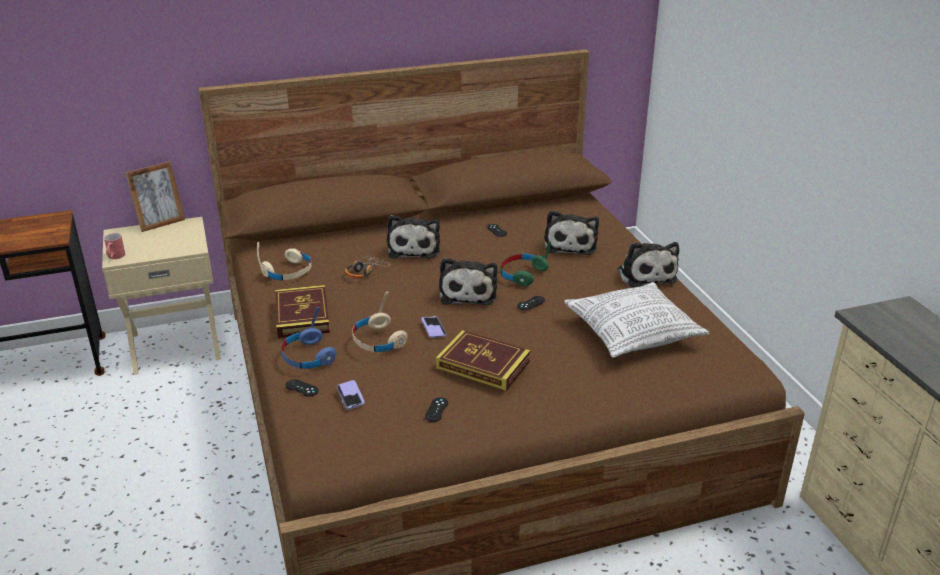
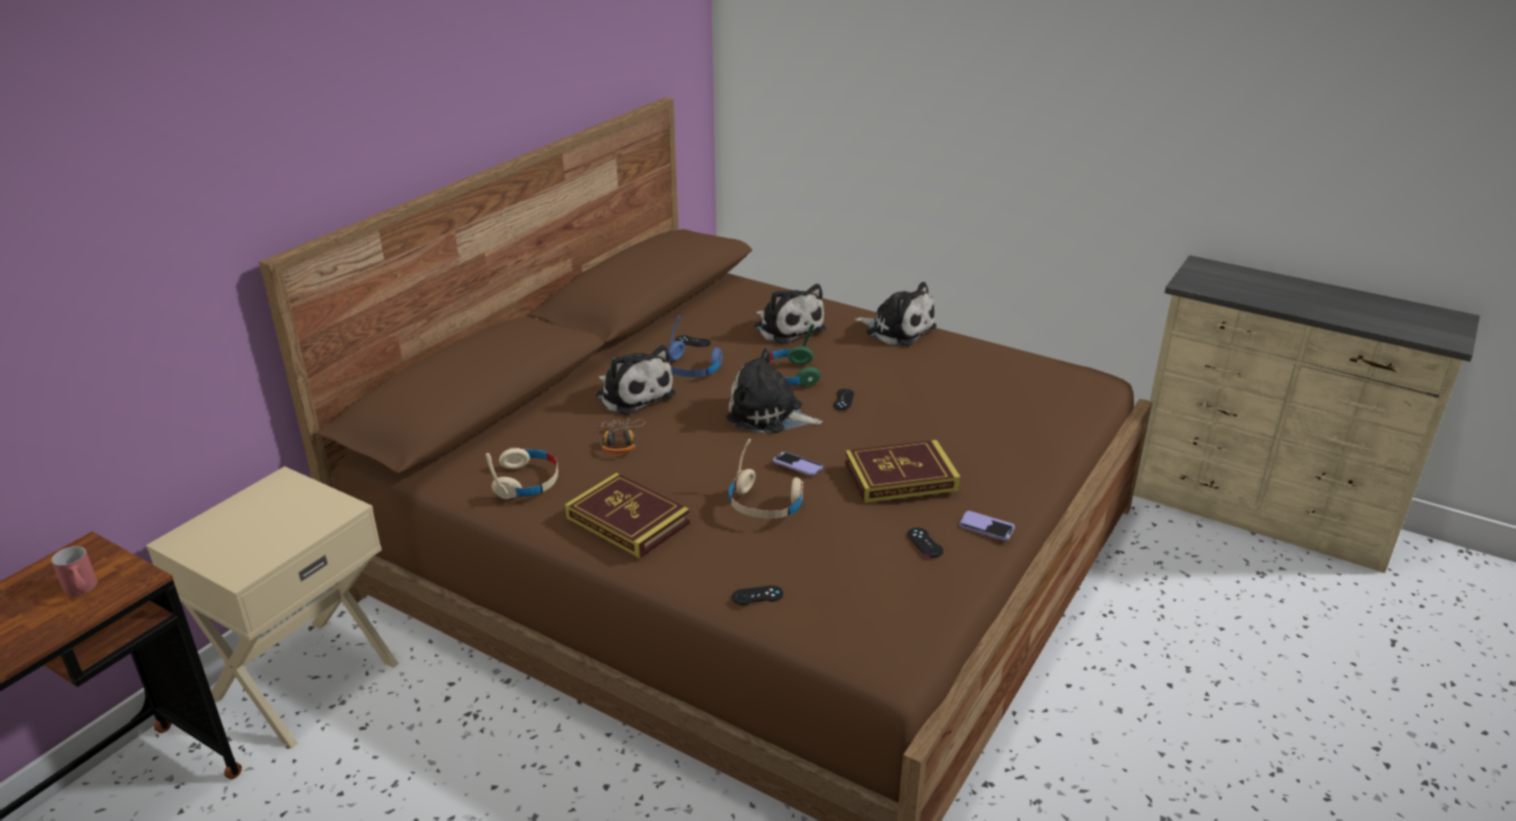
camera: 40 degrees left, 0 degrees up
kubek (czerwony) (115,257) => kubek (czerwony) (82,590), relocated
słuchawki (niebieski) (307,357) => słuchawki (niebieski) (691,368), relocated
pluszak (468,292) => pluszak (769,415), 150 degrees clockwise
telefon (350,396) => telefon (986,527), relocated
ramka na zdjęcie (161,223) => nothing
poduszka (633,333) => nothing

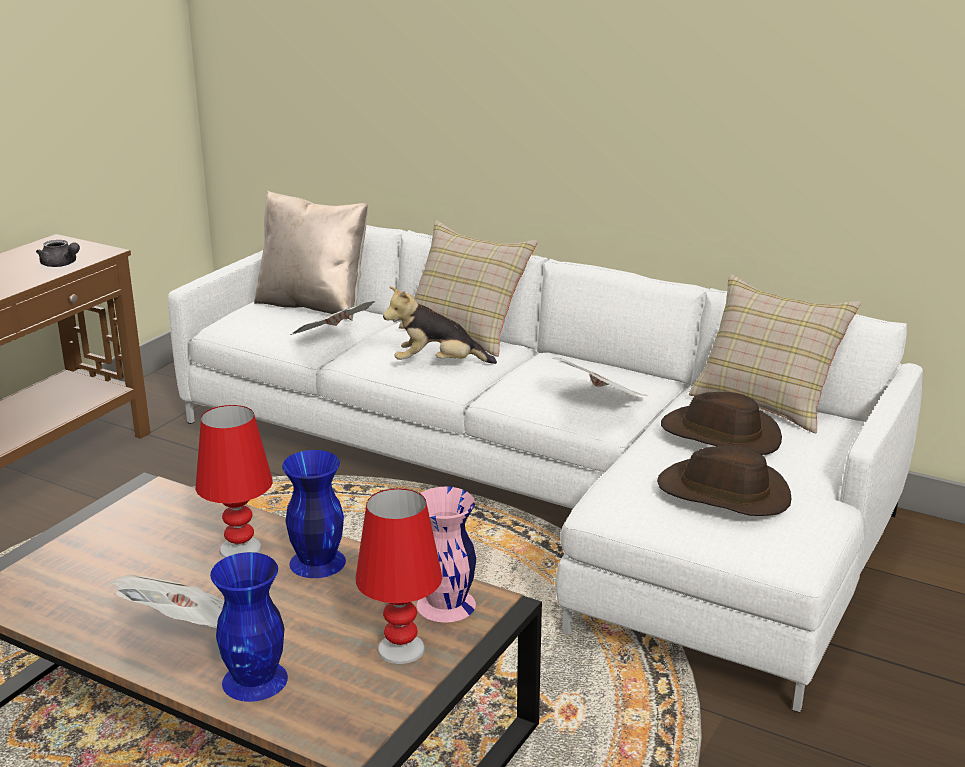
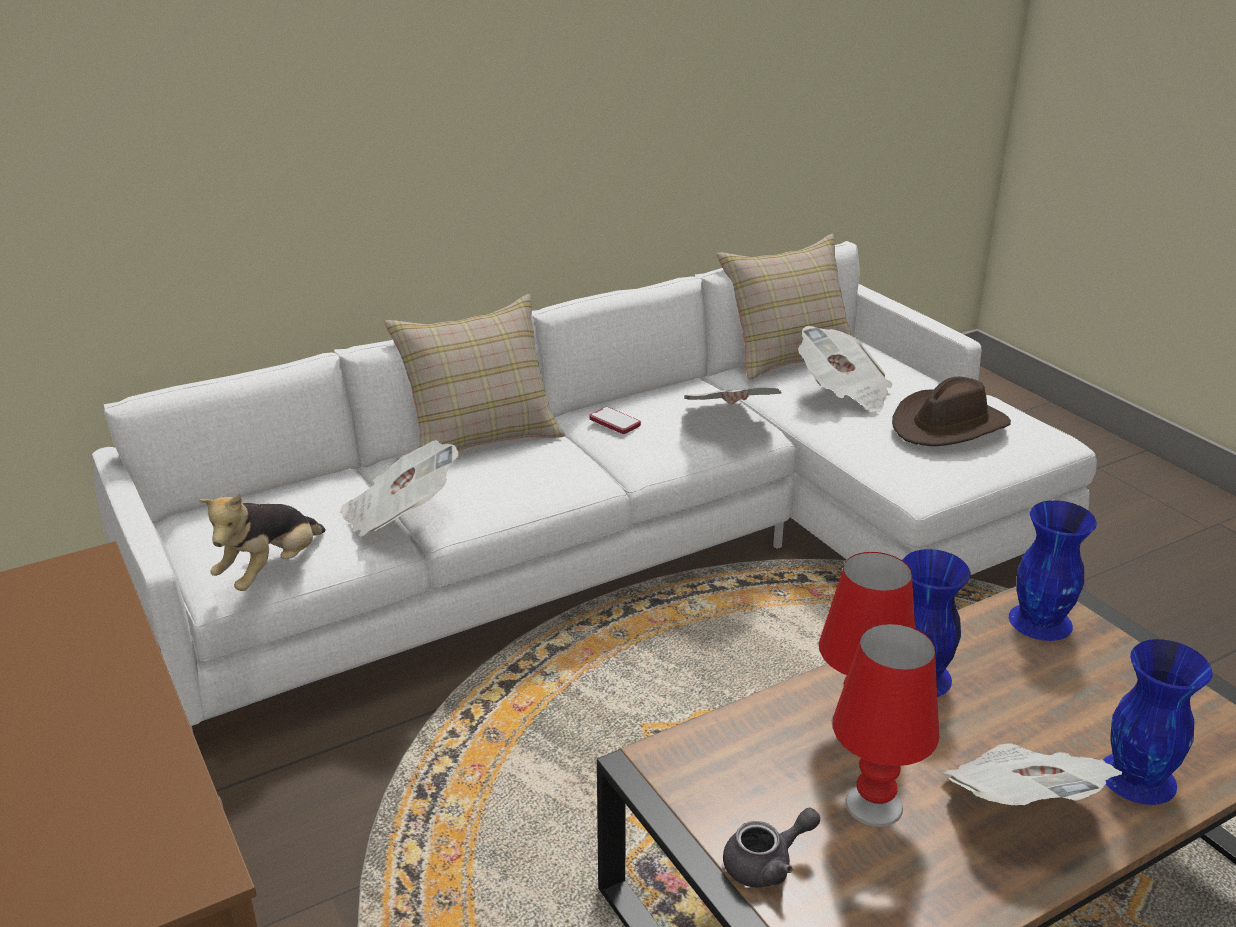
camera: 60 degrees left, 5 degrees up
pluszak (437,364) => pluszak (271,571), relocated
nothing => telefon (614,422)
imbryk (szary) (61,265) => imbryk (szary) (767,864), relocated
kapelusz (brązowy) (720,436) => gazeta (844,393)
lampa stołowa (czerwony) (400,649) => lampa stołowa (czerwony) (873,805), relocated
wazon (różowy) (445,605) => wazon (niebieski) (1041,622)
poduszka (beżowy) (313,305) => nothing

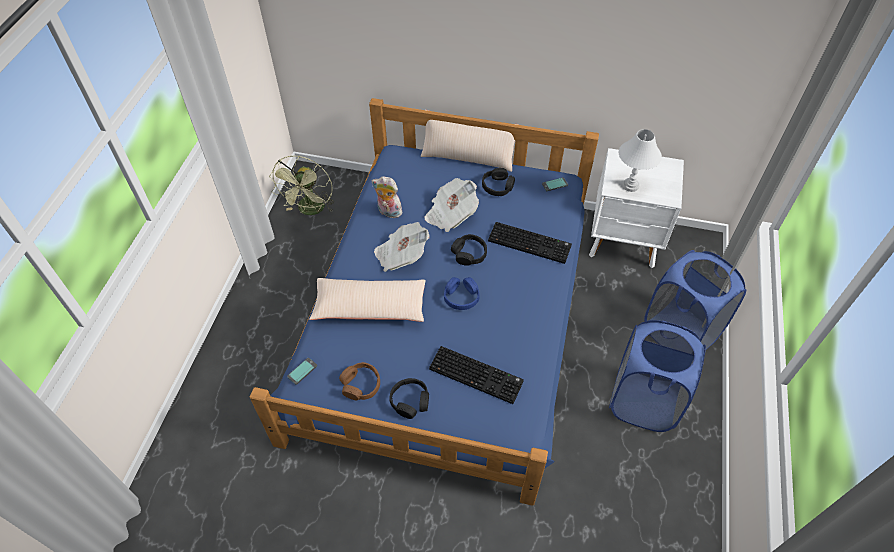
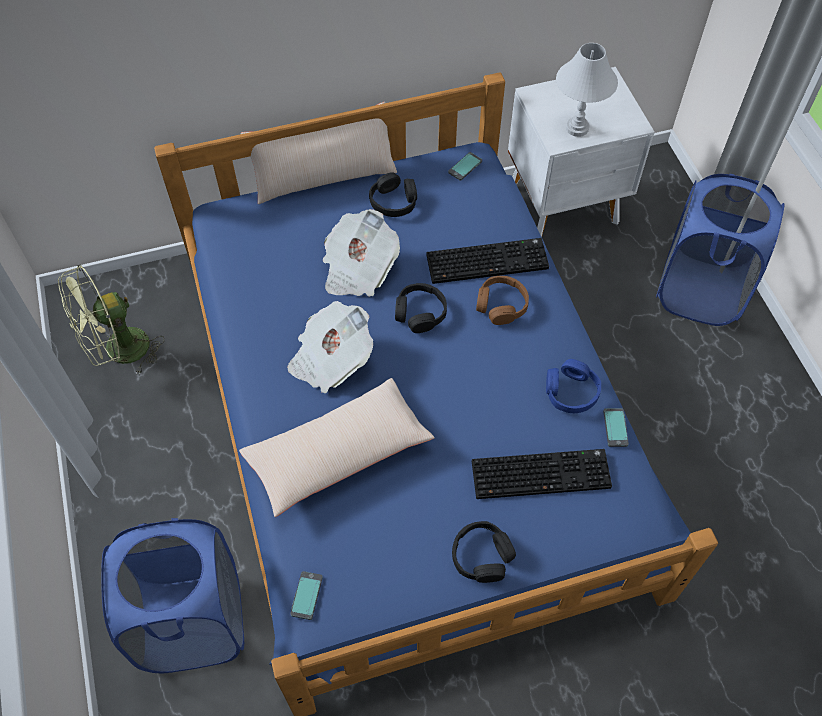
camera: 30 degrees left, 5 degrees up
wentylator (zielony) (310,210) => wentylator (zielony) (119,352), 75 degrees clockwise
kosz na pranie (niebieski) (643,401) => kosz na pranie (niebieski) (193,624), relocated
słuchawki (brązowy) (361,385) => słuchawki (brązowy) (501,305), relocated
słuchawki (niebieski) (461,297) => słuchawki (niebieski) (571,392), relocated
nothing => telefon (615,428)
pluszak (388,212) => nothing

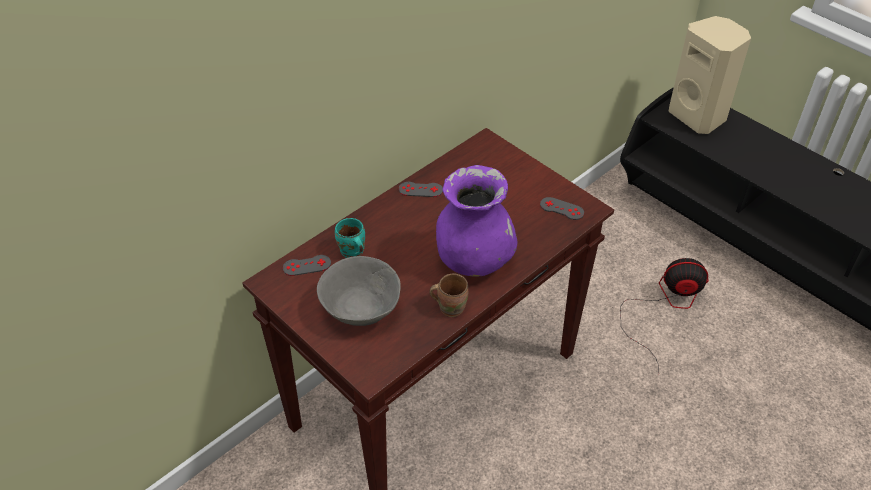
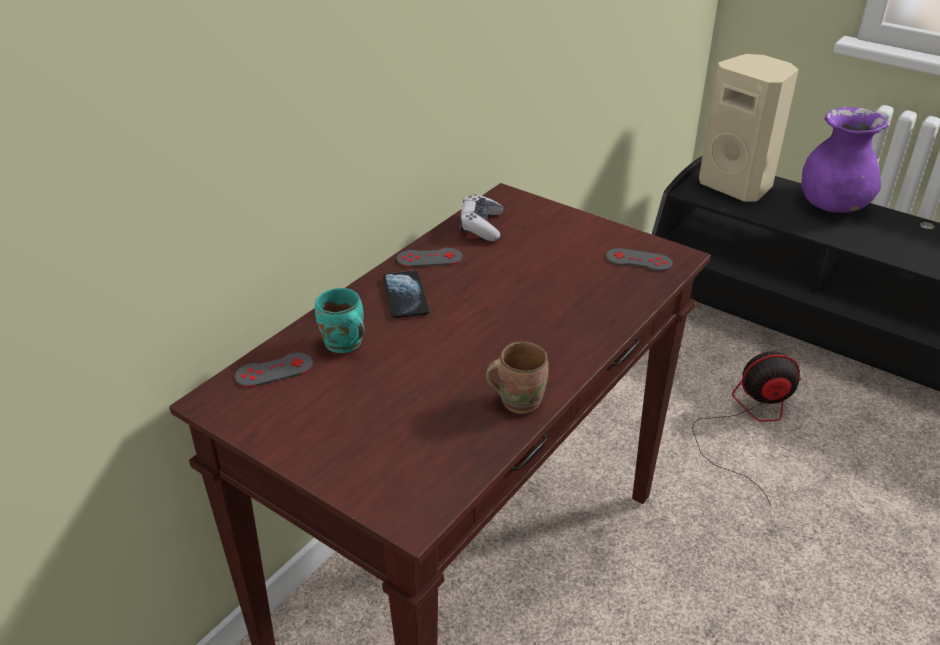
camera: 10 degrees left, 10 degrees down
nothing => telefon (405,296)
nothing => pad do gier (481,226)
wazon (fioletowy) (473,259) => wazon (fioletowy) (832,206), relocated
miska (szary) (359,309) => nothing

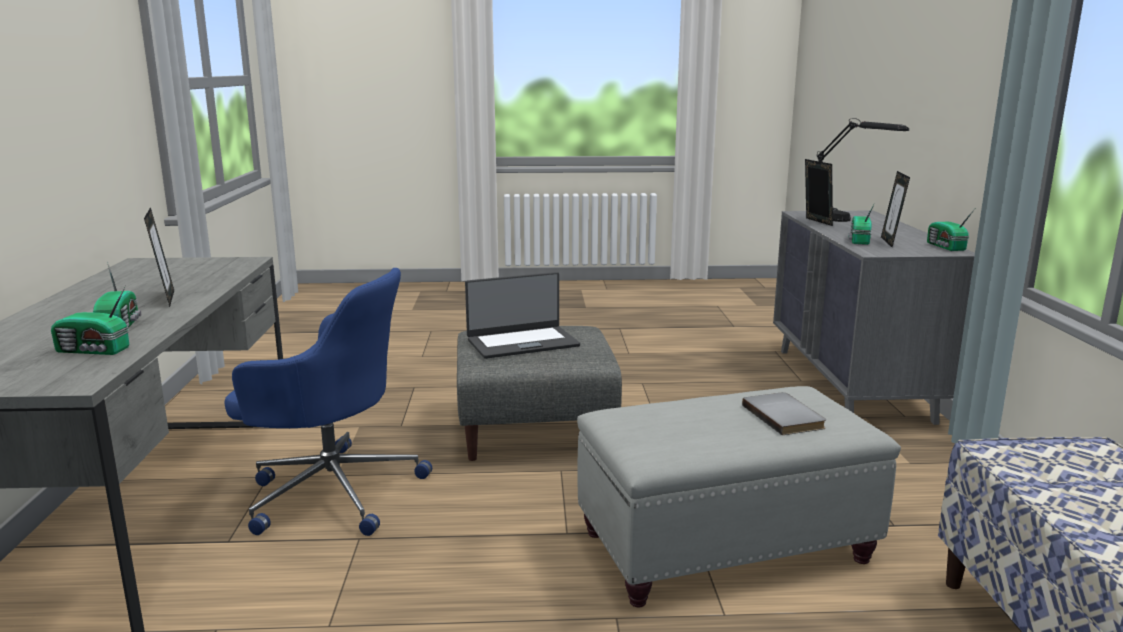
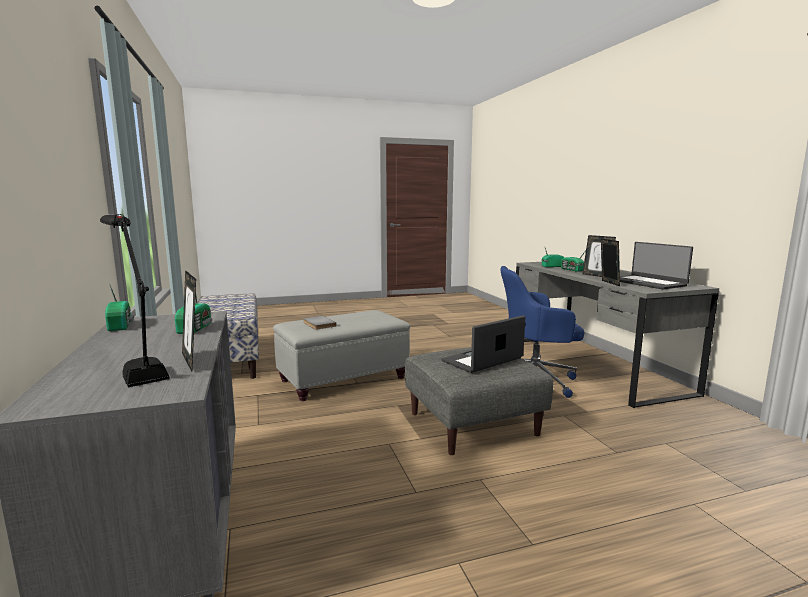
camera: 165 degrees right, 5 degrees down
ramka na zdjęcie (890,242) => ramka na zdjęcie (608,283), relocated
nothing => laptop (647,283)

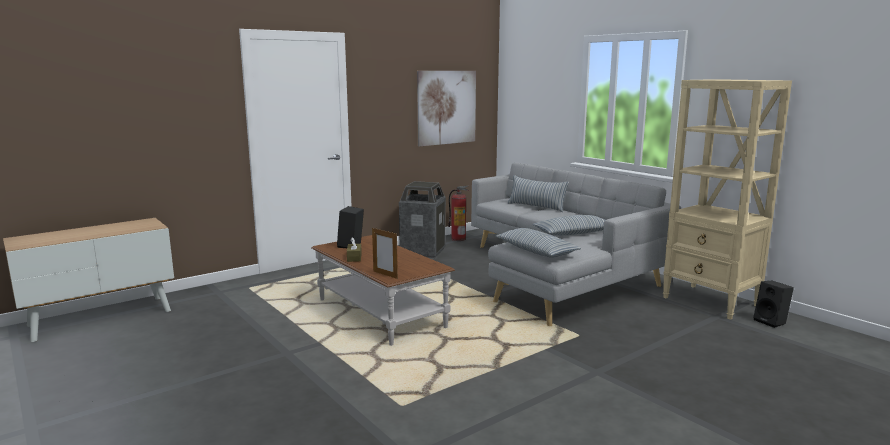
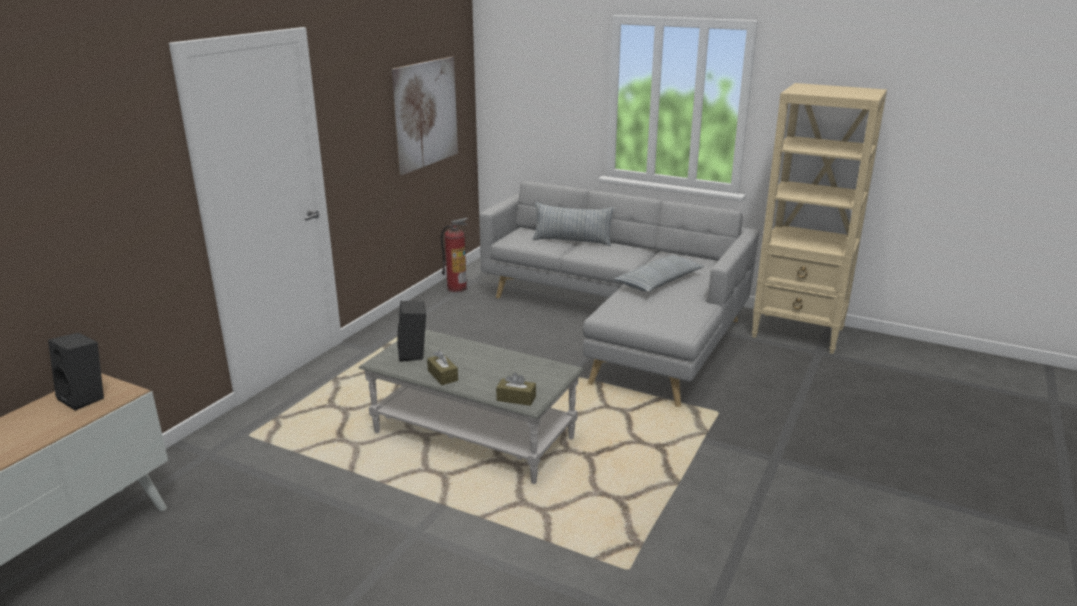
camera: 25 degrees left, 10 degrees up
głośnik (czarny) (771,322) => głośnik (czarny) (86,398), relocated
ława (brązowy) (380,313) => ława (szary) (473,436)
ramka na zdjęcie (385,275) => pudełko chusteczek (brązowy) (516,398)
kosz na śmieci (422,251) => nothing
poduszka (536,251) => nothing

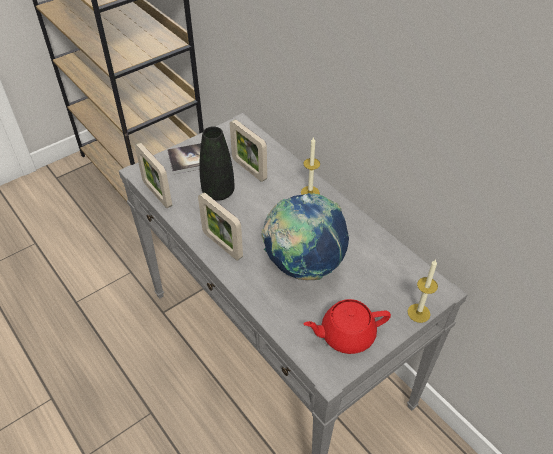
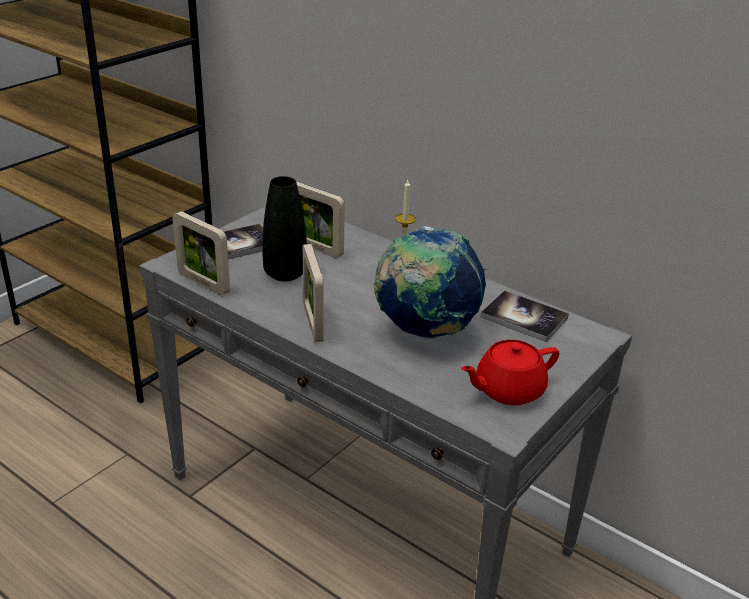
camera: 15 degrees left, 15 degrees down
ramka na zdjęcie (222,245) => ramka na zdjęcie (312,323), 45 degrees clockwise
nothing => książka (524,318)
świeca (418,313) => nothing

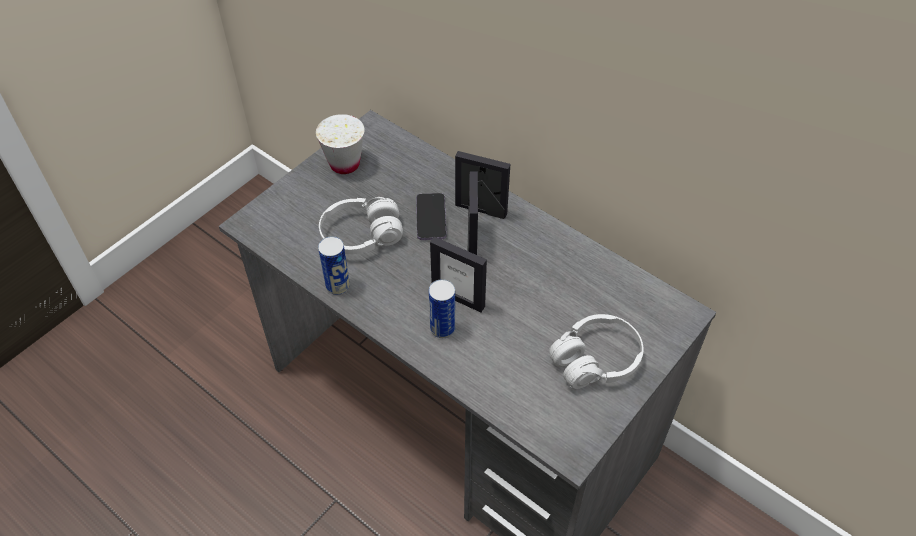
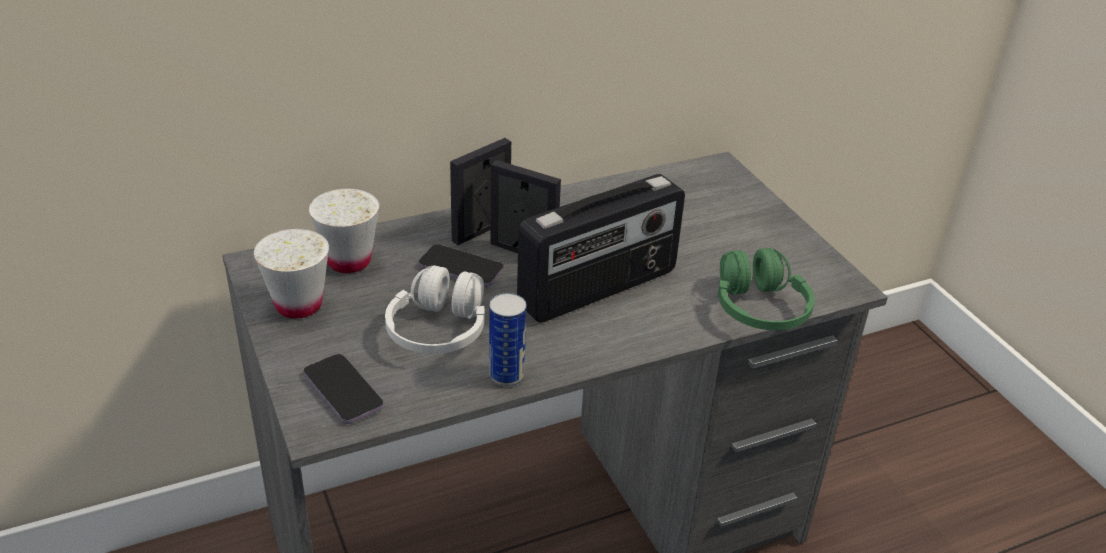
camera: 65 degrees left, 15 degrees down
nothing => telefon (343,391)
nothing => filiżanka (biały) (349,261)
ramka na zdjęcie (458,298) => radio (599,289)
nothing => słuchawki (zielony) (759,308)
puszka (442,328) => nothing
słuchawki (biały) (595,360) => nothing

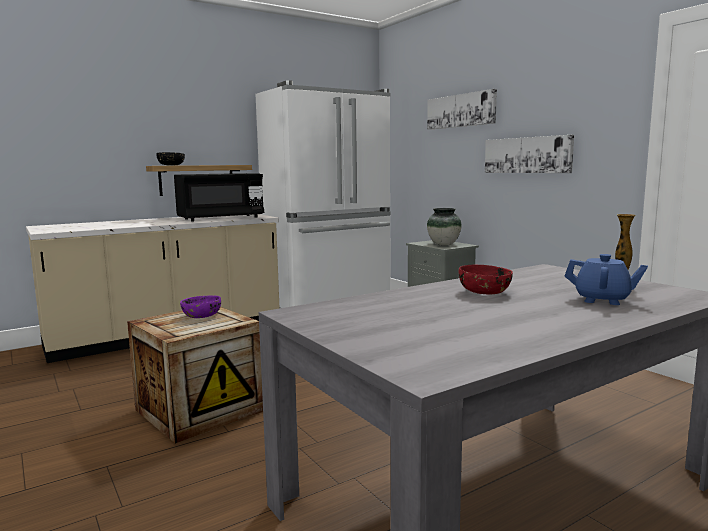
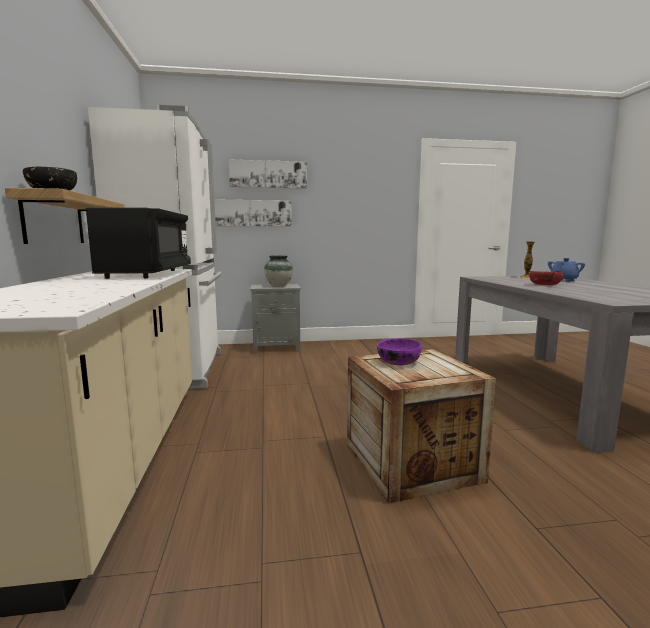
camera: 65 degrees left, 0 degrees up
obraz (527,155) => obraz (253,213), relocated

